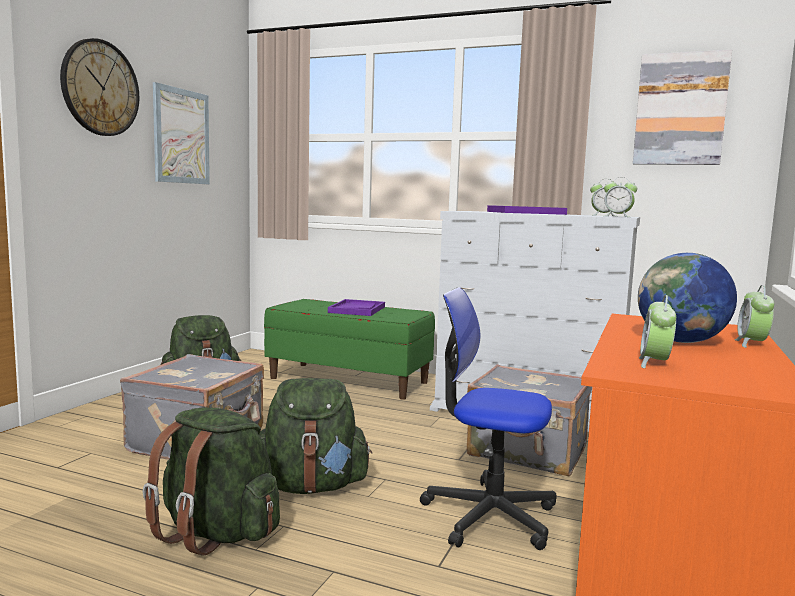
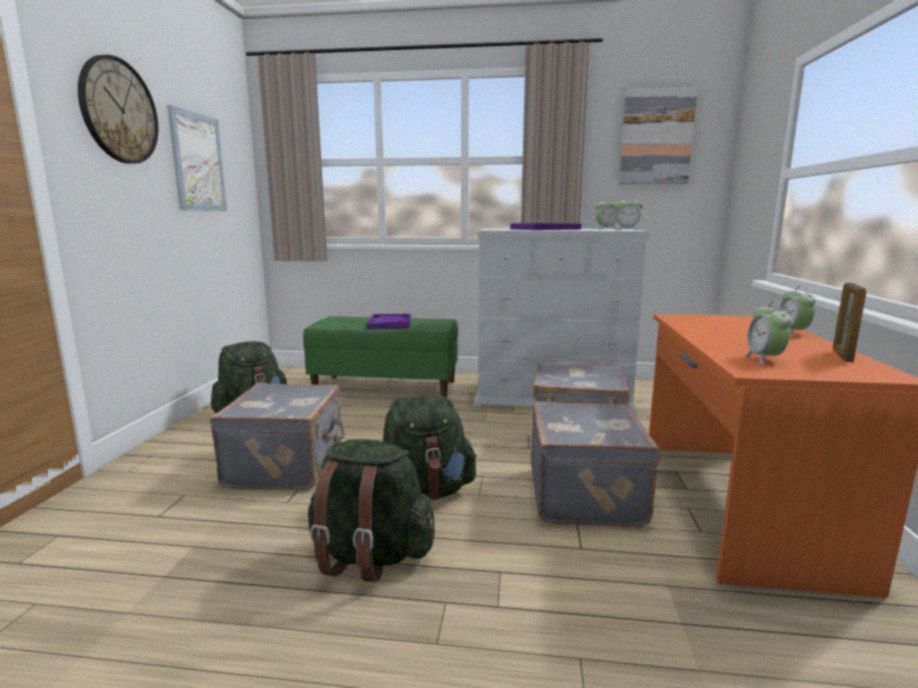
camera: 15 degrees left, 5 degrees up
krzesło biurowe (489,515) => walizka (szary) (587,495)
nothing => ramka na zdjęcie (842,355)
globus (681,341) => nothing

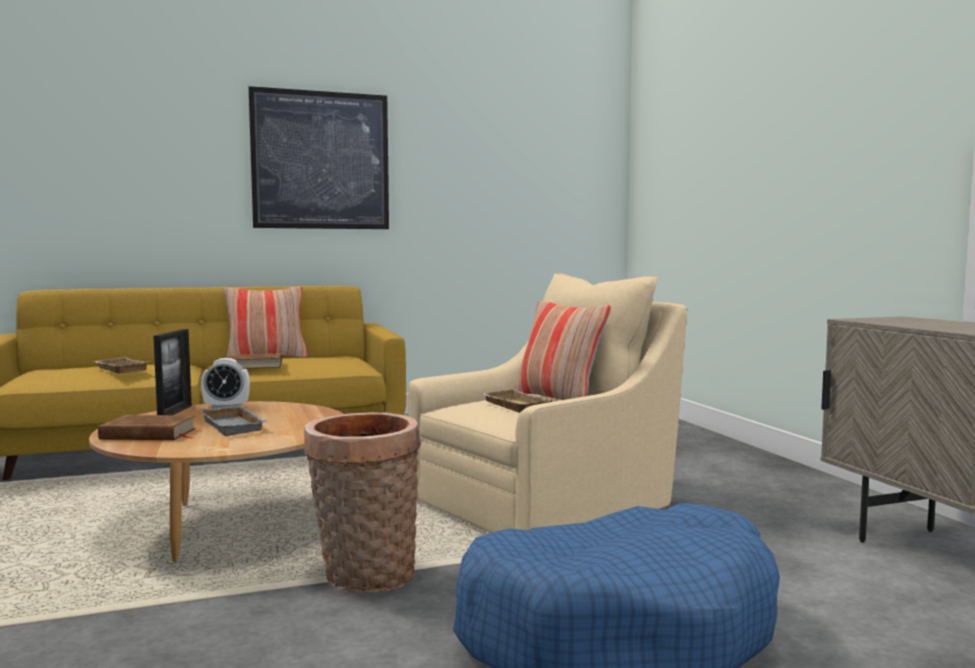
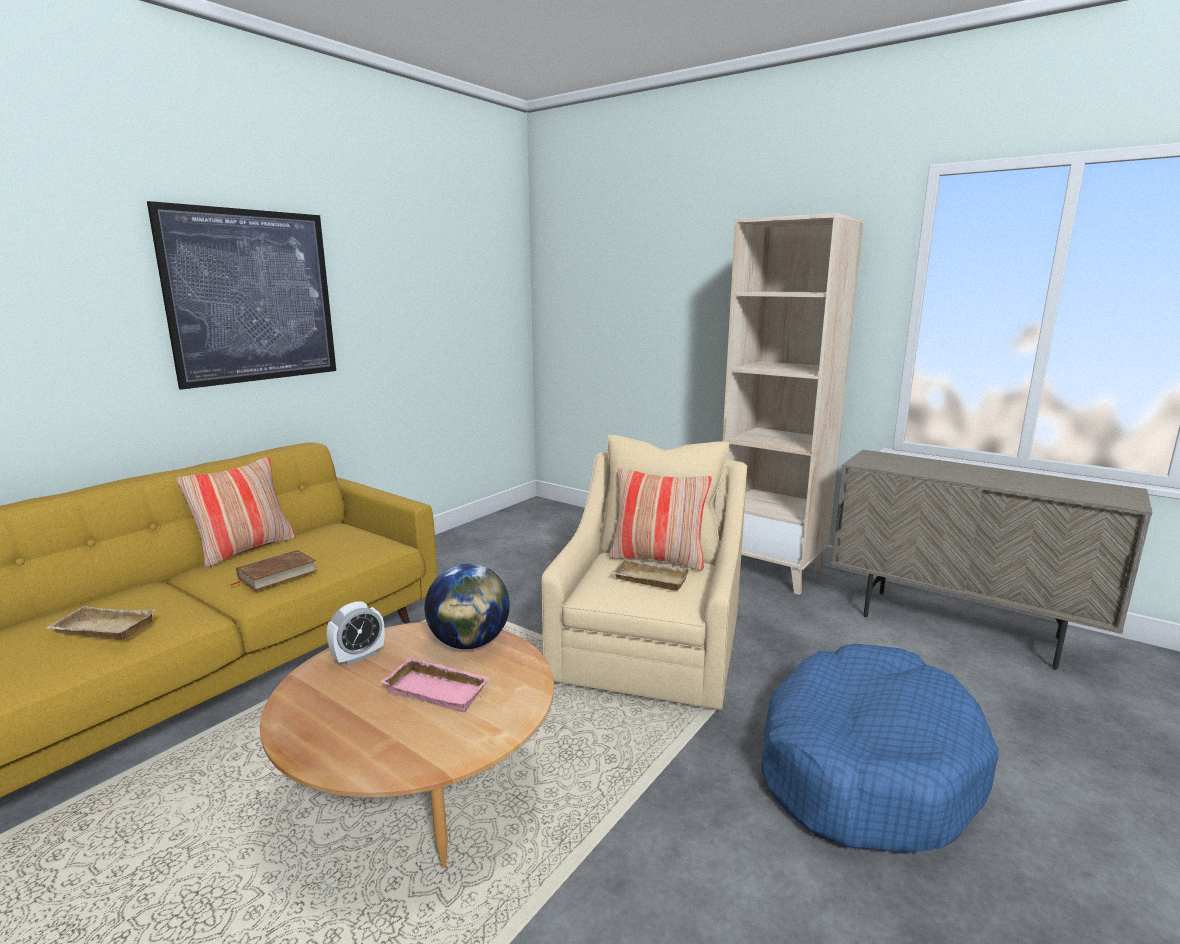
camera: 35 degrees left, 10 degrees up
taca (szary) (236,426) => taca (różowy) (439,689)
nothing => globus (469,643)
nothing => regał (beżowy) (772,571)
książka (brązowy) (149,434) => nothing
ramka na zdjęcie (175,412) => nothing
koszyk (364,577) => nothing

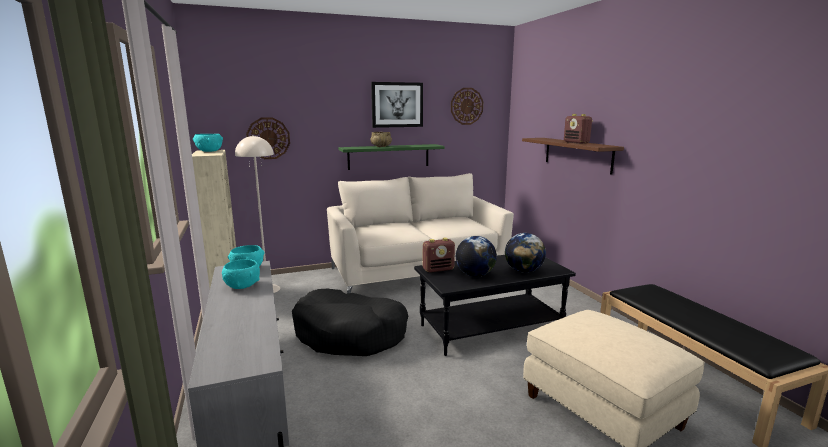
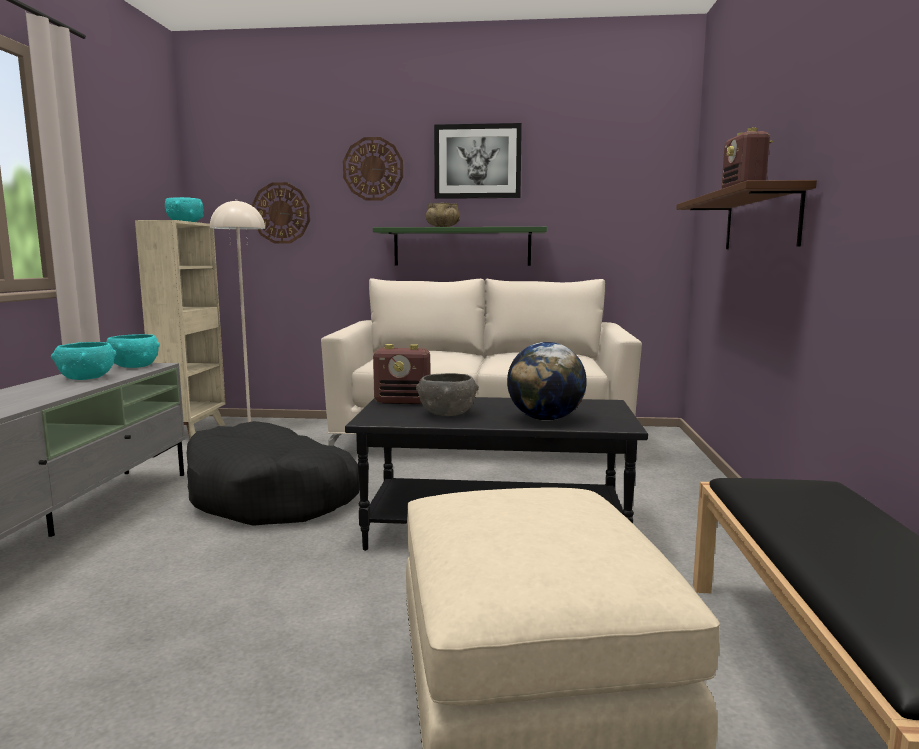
camera: 25 degrees right, 5 degrees down
zegar ścienny (466,106) => zegar ścienny (373,169), relocated
globus (475,275) => miska (szary) (447,413)

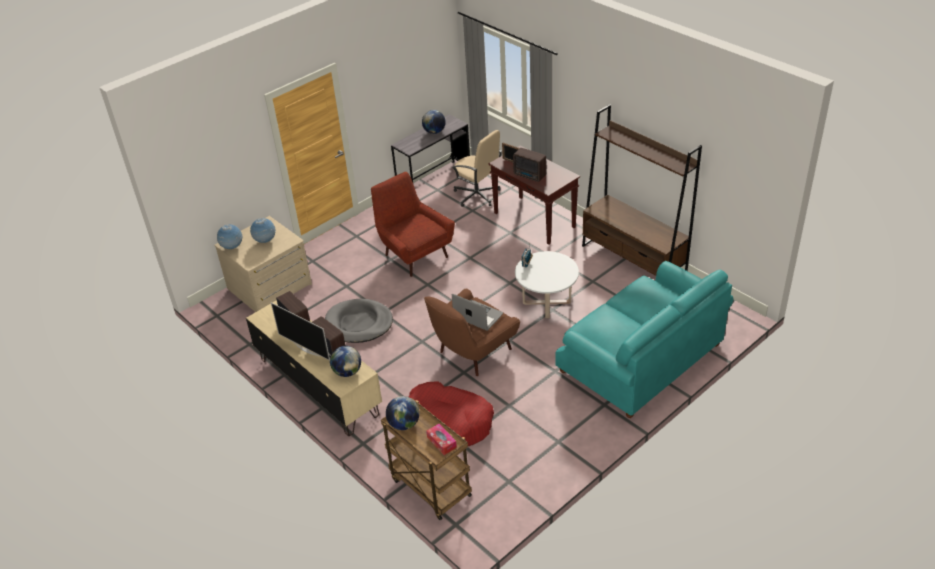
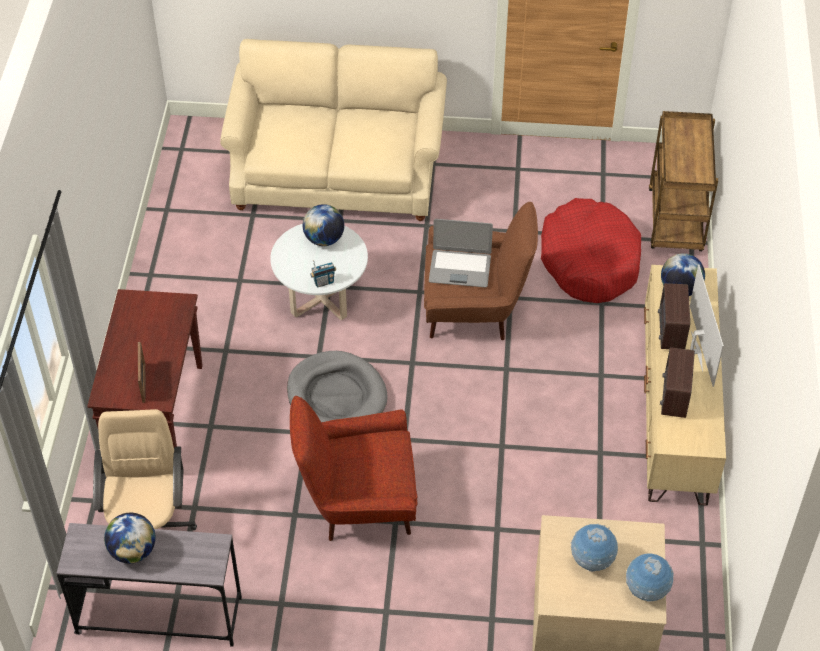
camera: 135 degrees left, 10 degrees up
kanapa (turkusowy) (640,359) => kanapa (beżowy) (337,172)
legowisko (szary) (359,323) => legowisko (szary) (336,396), relocated
fotel (czerwony) (414,254) => fotel (czerwony) (358,503), 75 degrees clockwise
globus (404,424) => globus (324,239), relocated
laptop (478,316) => laptop (460,268), 75 degrees counterclockwise
pudełko chusteczek (441,442) => nothing
radio (530,176) => nothing
regał (brązowy) (633,261) => nothing

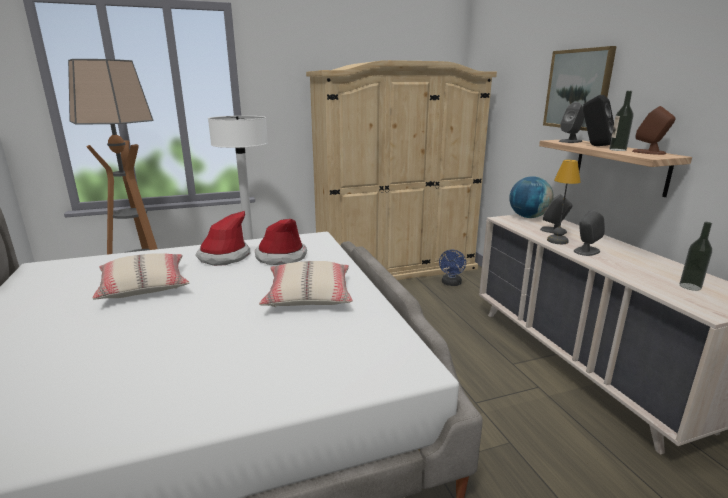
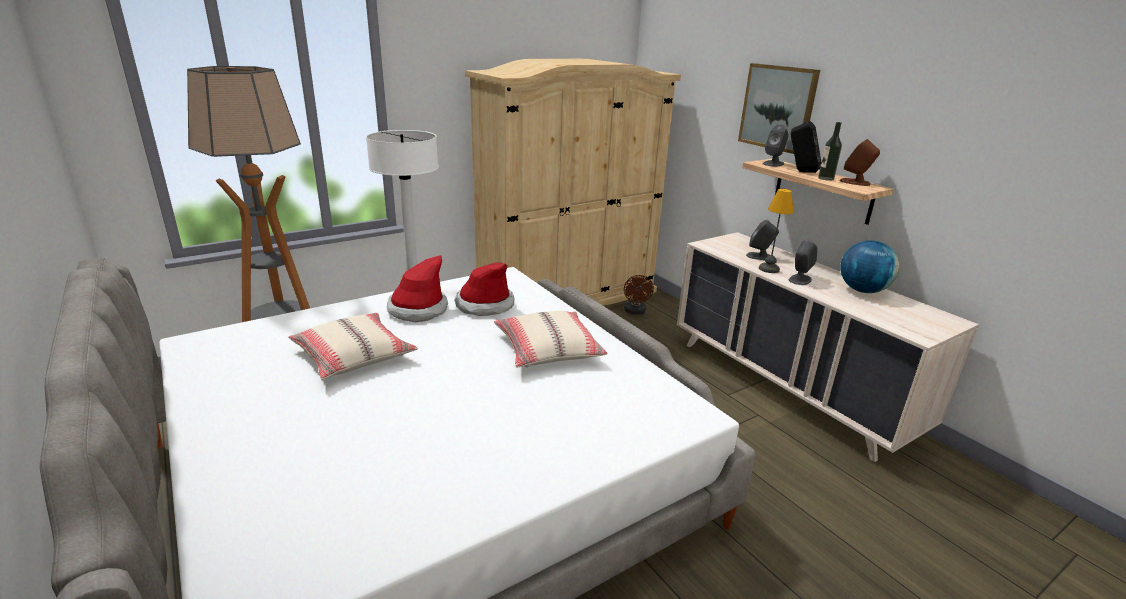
camera: 15 degrees left, 5 degrees up
wentylator (niebieski) (451,284) => wentylator (brązowy) (635,312)
globus (528,217) => globus (862,290), relocated
butelka (690,286) => nothing

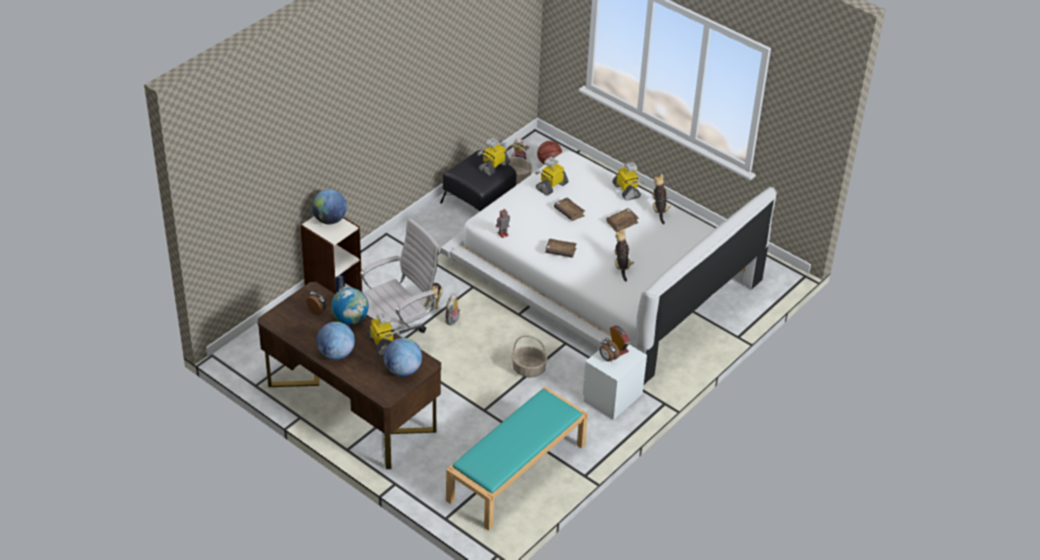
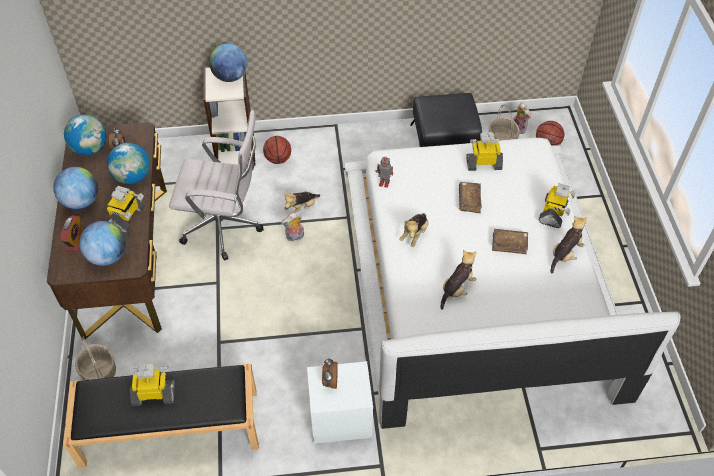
camera: 45 degrees right, 10 degrees up
budzik (618,348) => budzik (76,242), relocated
ławka (turkusowy) (516,473) => ławka (czarny) (169,428)
nothing => globus (90,149)
koszyk (528,369) => koszyk (99,372), relocated
robot zabawkowy (493,166) => robot zabawkowy (154,394), relocated
nothing => piłka do koszykówki (278,159)
książka (brązowy) (560,251) => pluszak (414,234)

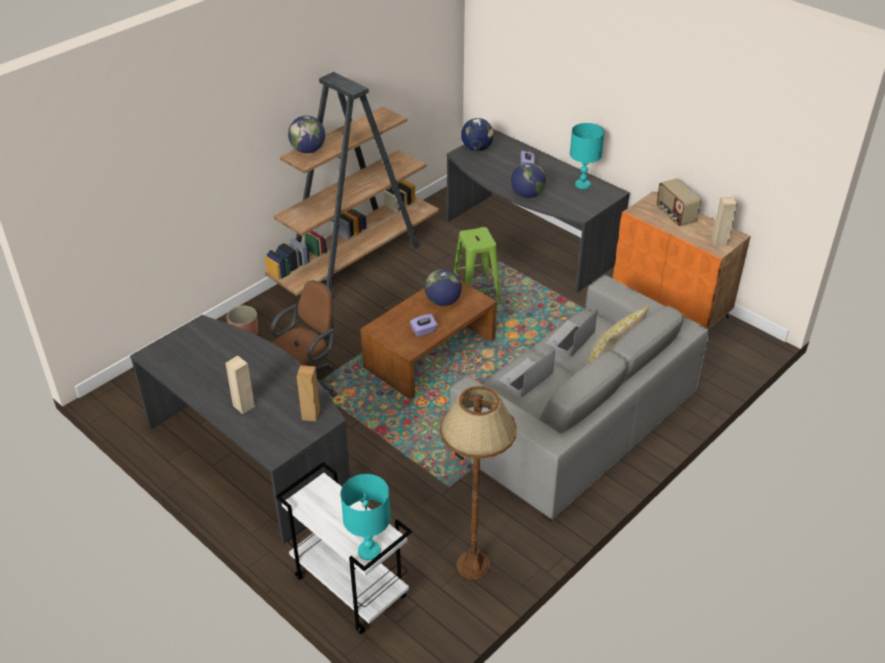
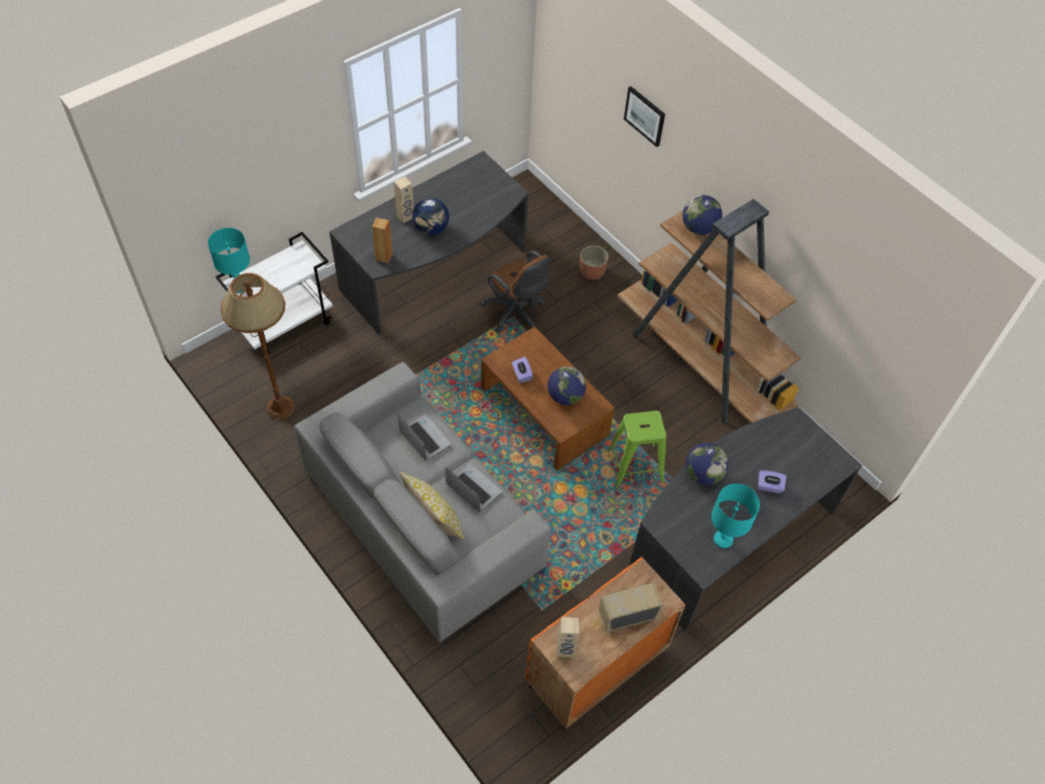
camera: 95 degrees right, 15 degrees up
globus (477,148) => globus (431,229), relocated
nothing => obraz (645,116)

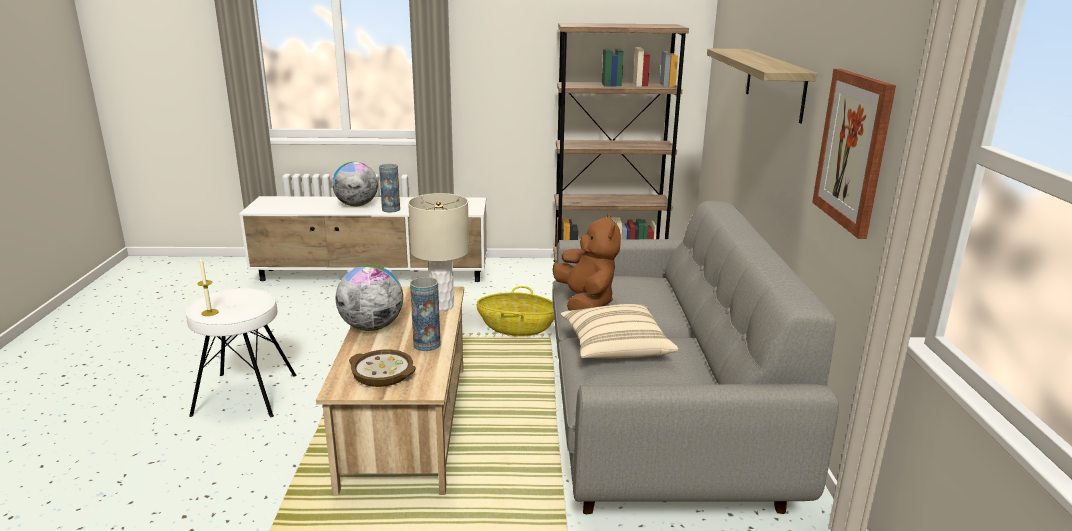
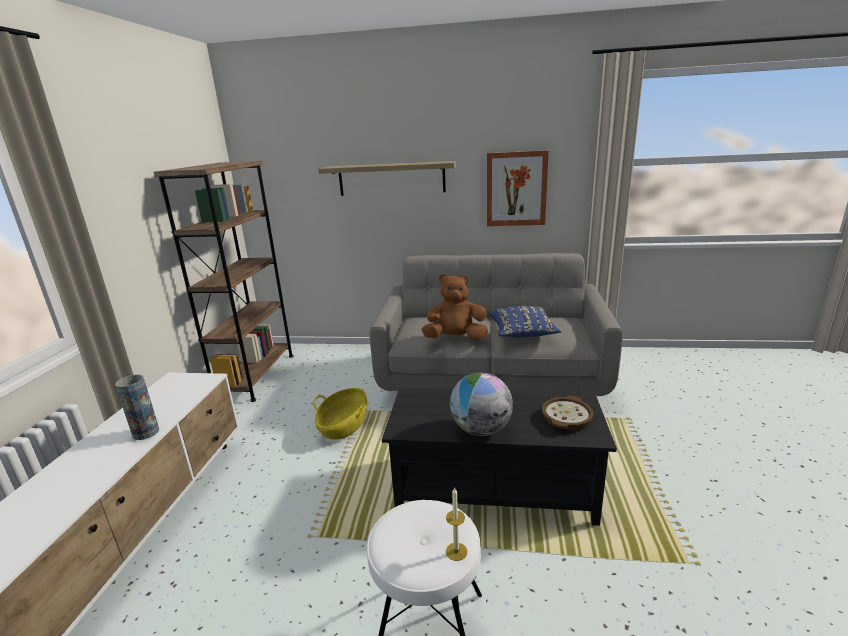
camera: 80 degrees left, 0 degrees up
ława (beżowy) (407,424) => ława (czarny) (494,487)
poduszka (beżowy) (615,348) => poduszka (niebieski) (523,333)
globus (356,205) => nothing
lampa stołowa (beżowy) (441,305) => nothing
wazon (427,344) => nothing

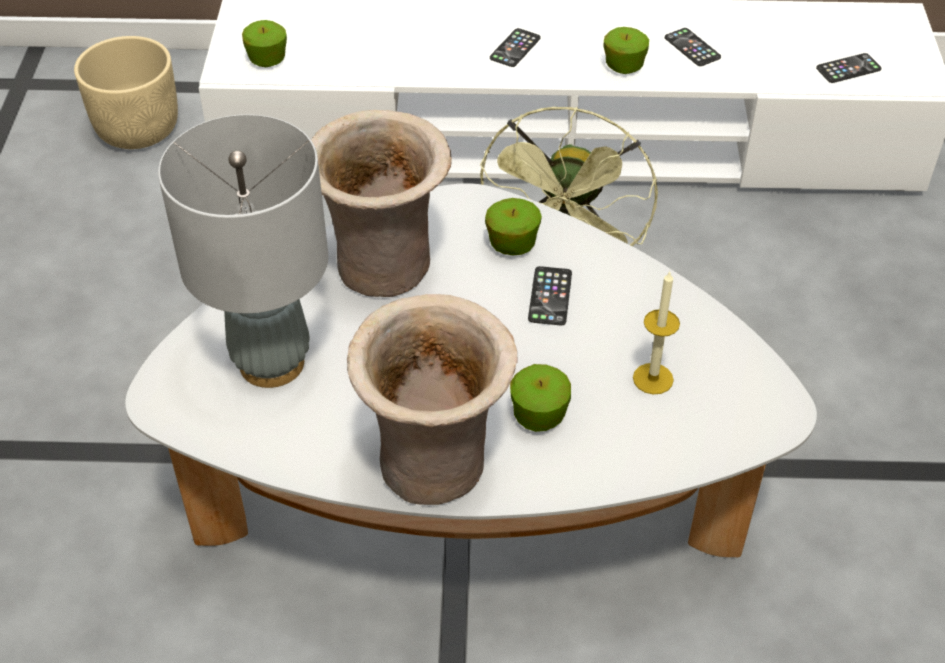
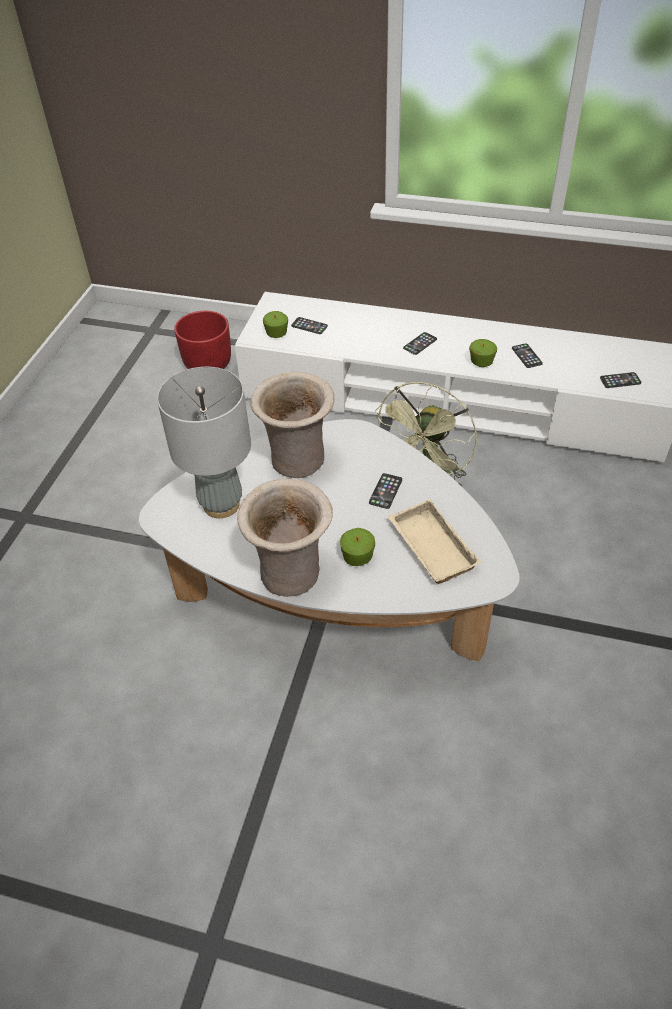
camera: 15 degrees right, 0 degrees up
donica (beżowy) (138,129) => donica (czerwony) (208,364)
nothing => telefon (309,326)
świeca (653,378) => taca (beżowy) (429,547)
jabłko (512,245) => nothing

